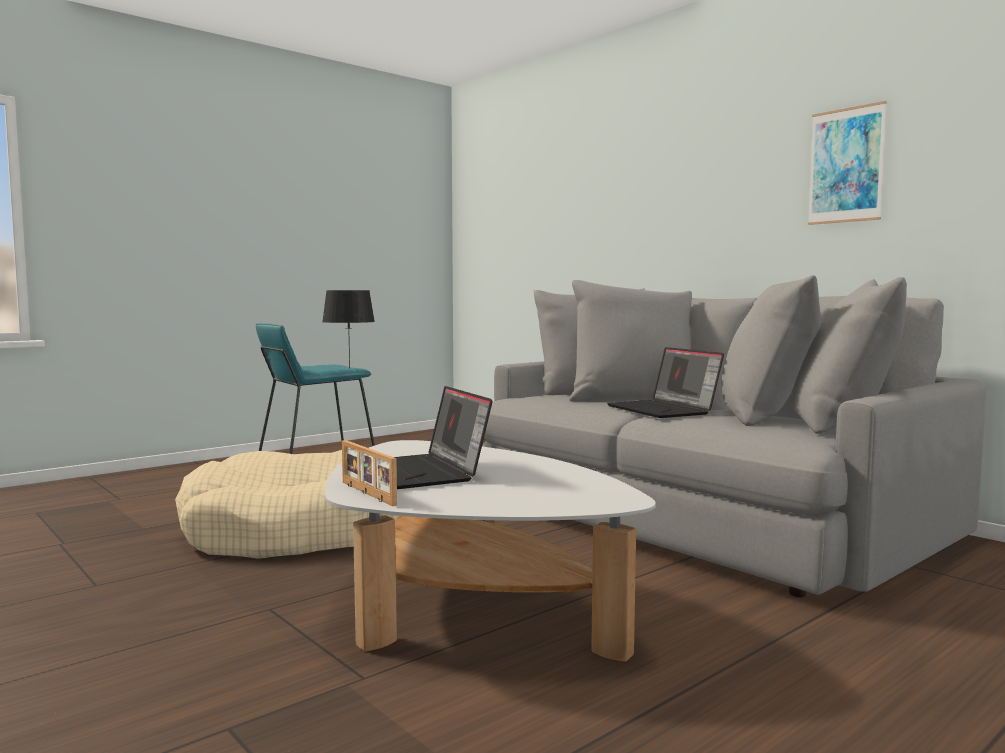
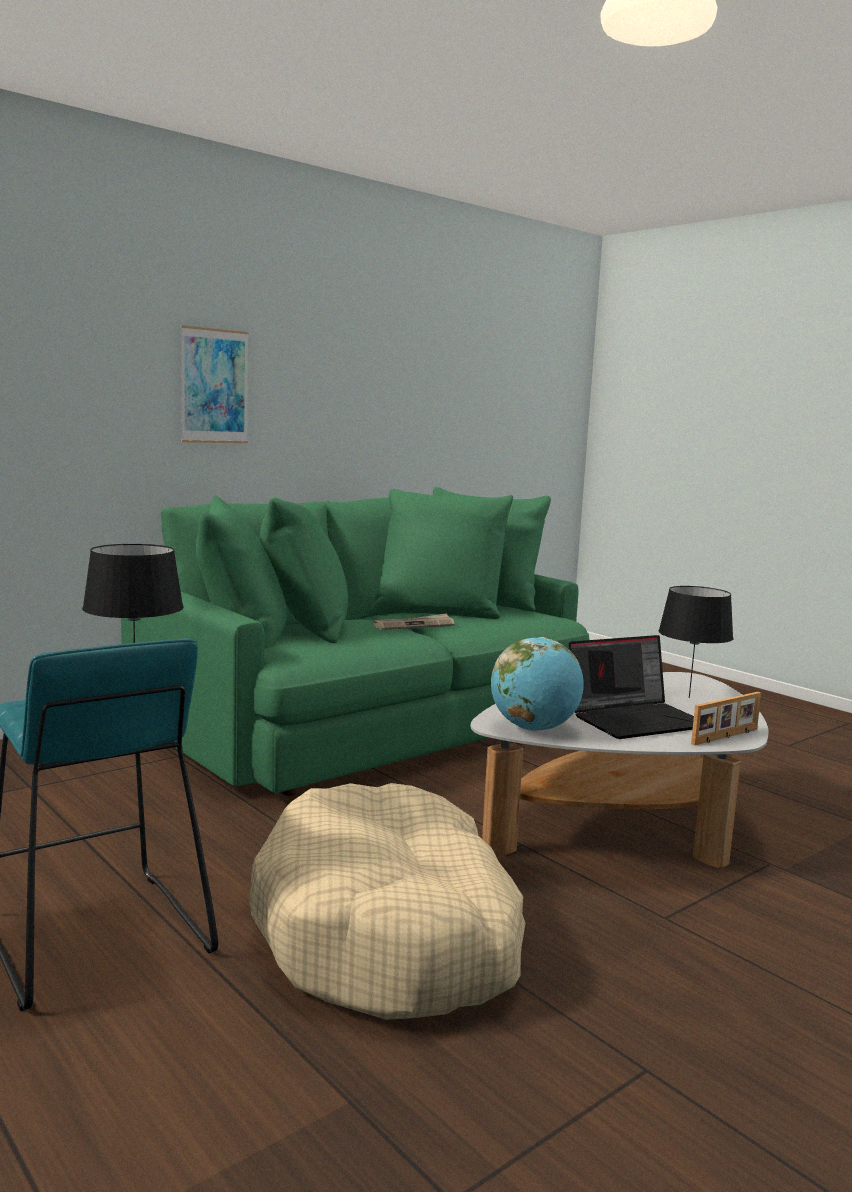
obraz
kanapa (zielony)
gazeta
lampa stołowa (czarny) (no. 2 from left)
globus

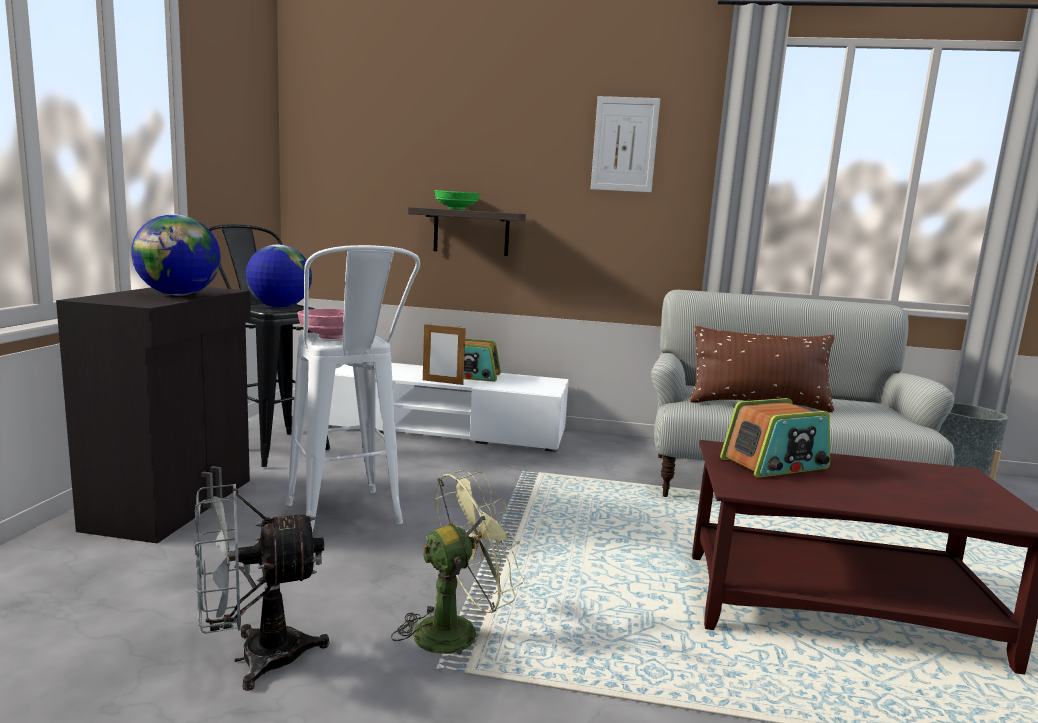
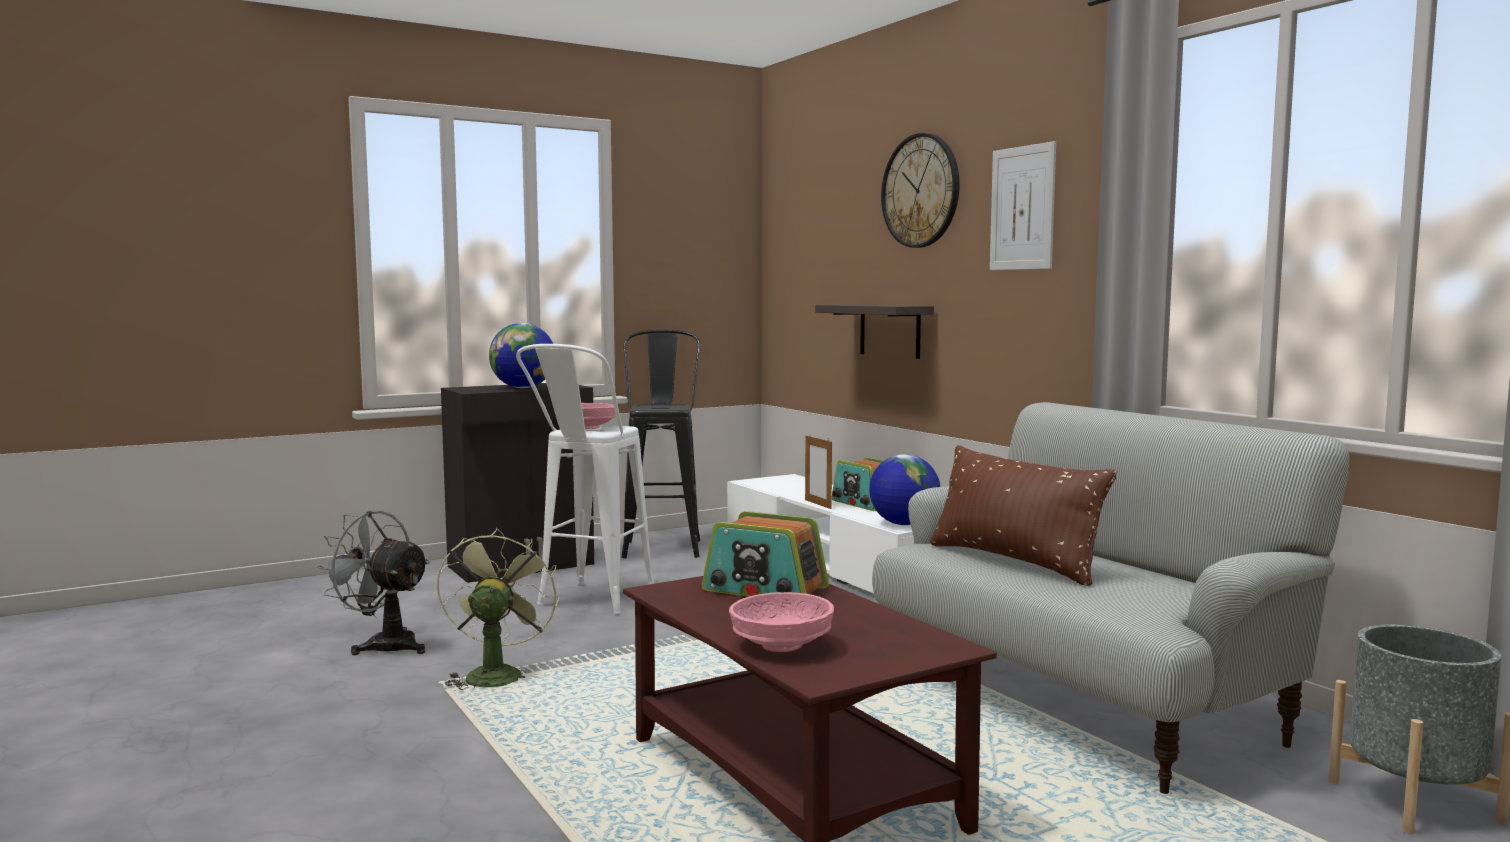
miska (zielony)
globus (no. 2 from left)
wentylator (zielony)
zegar ścienny
miska (różowy) (no. 2 from left)

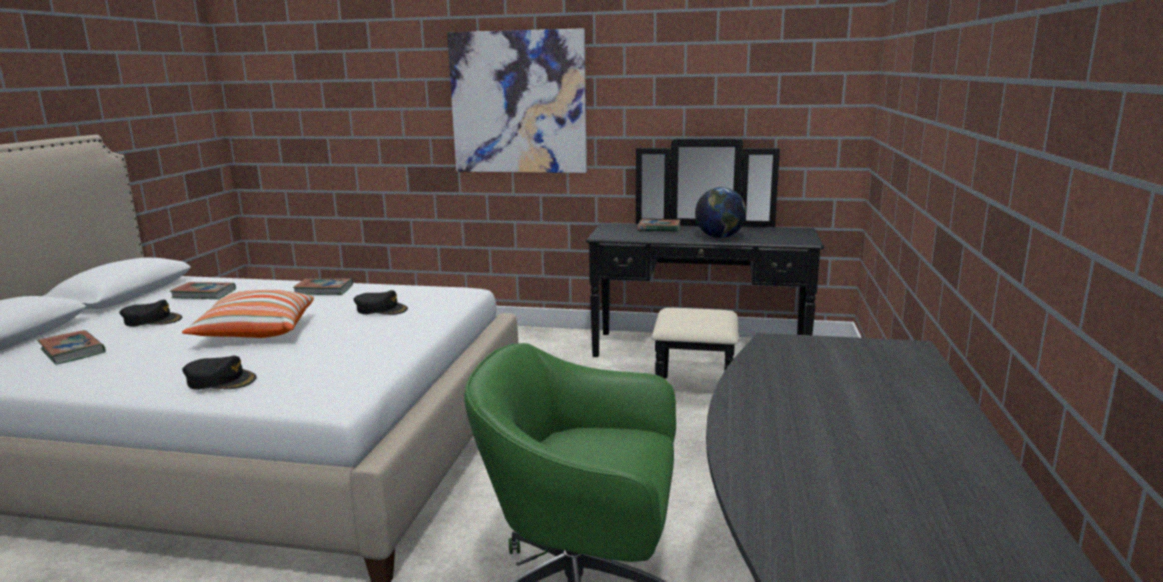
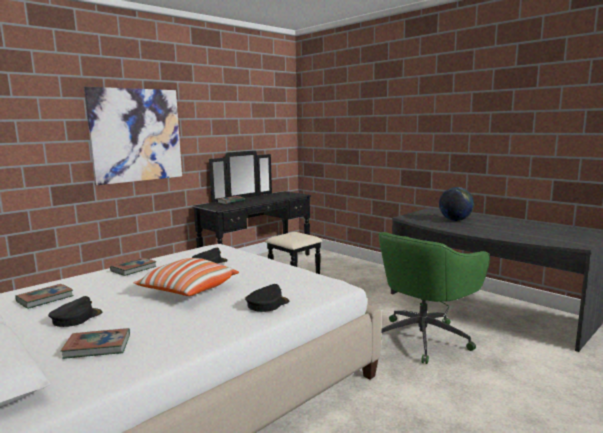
globus

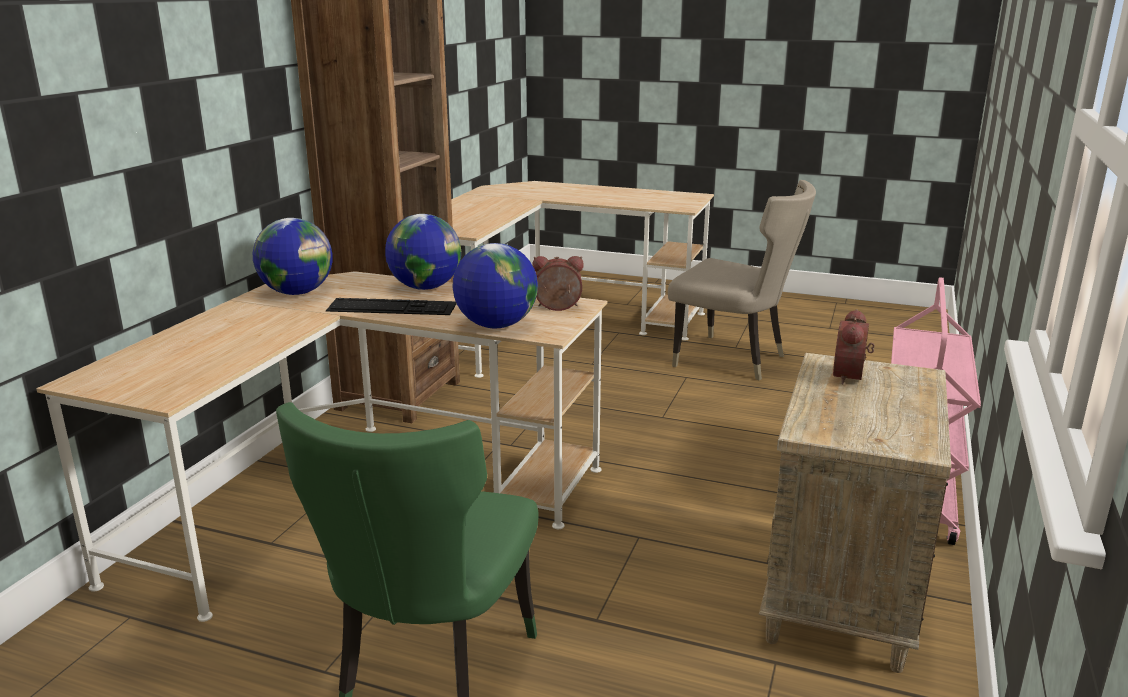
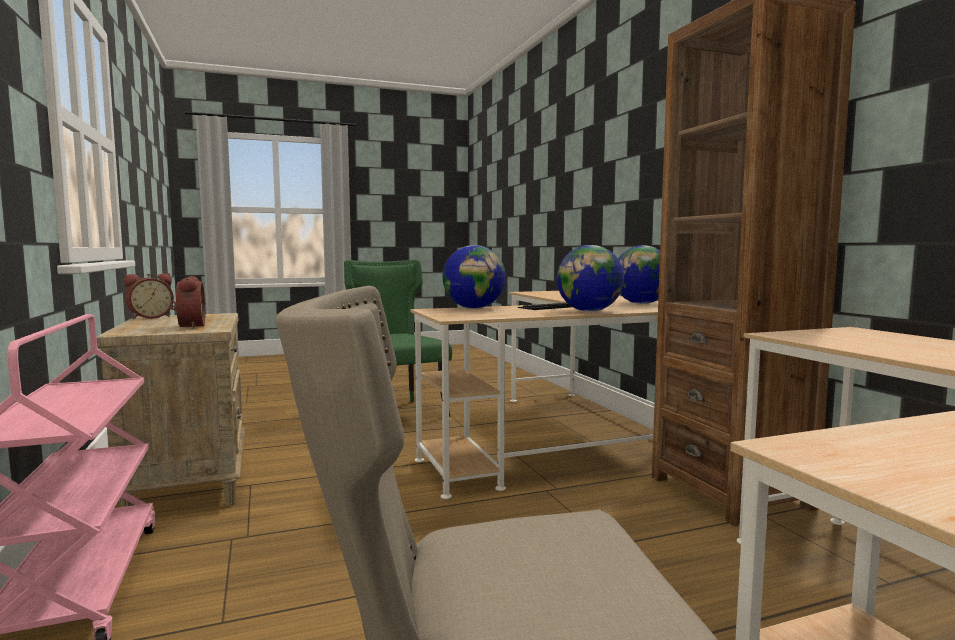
budzik (no. 1 from left)

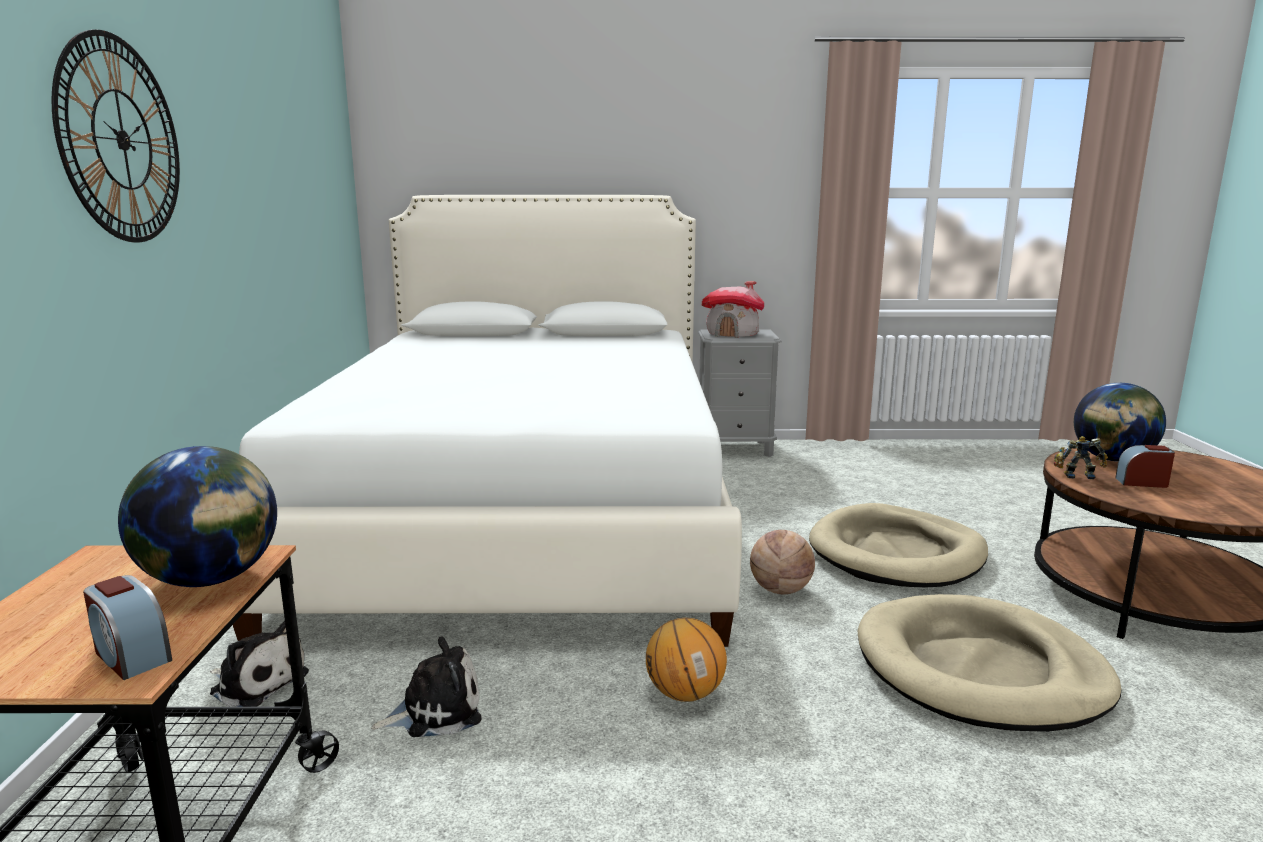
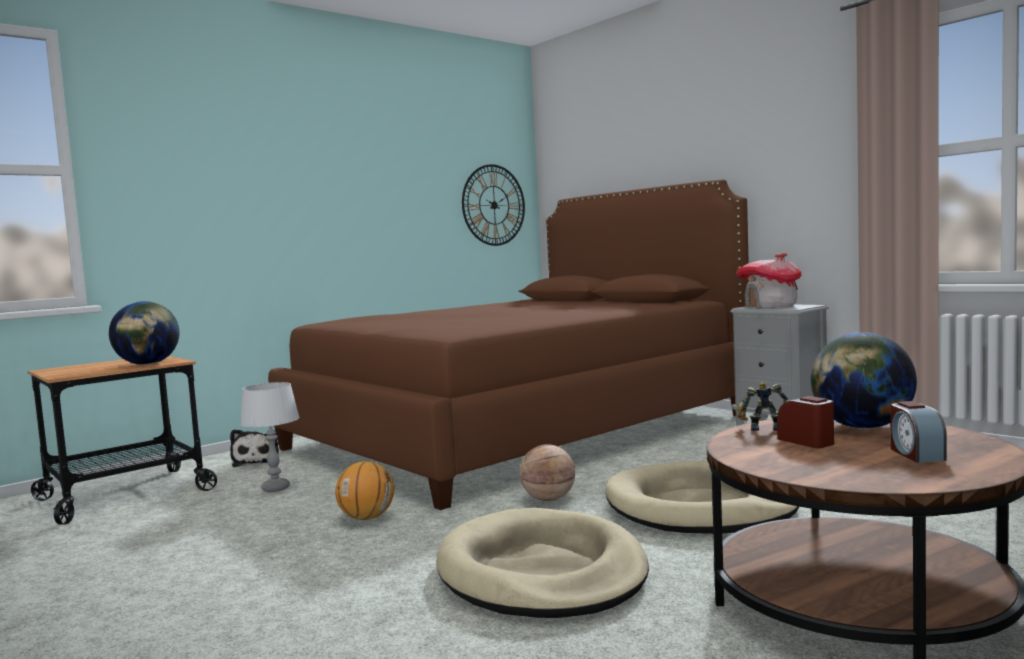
zegar ścienny
łóżko (brązowy)
robot zabawkowy
budzik (no. 2 from left)
lampa stołowa (szary)

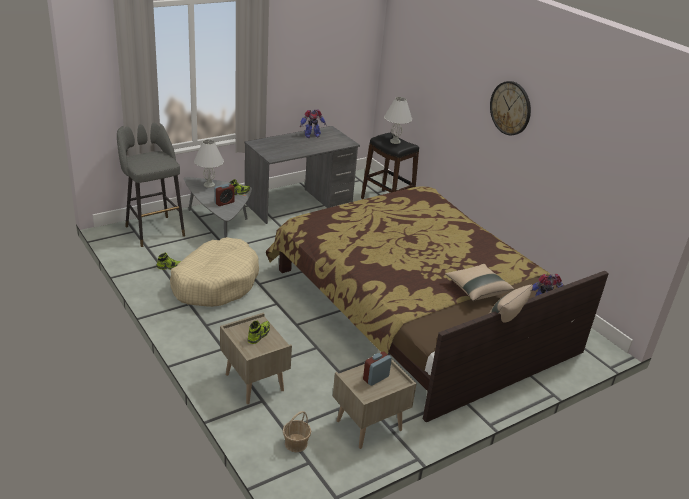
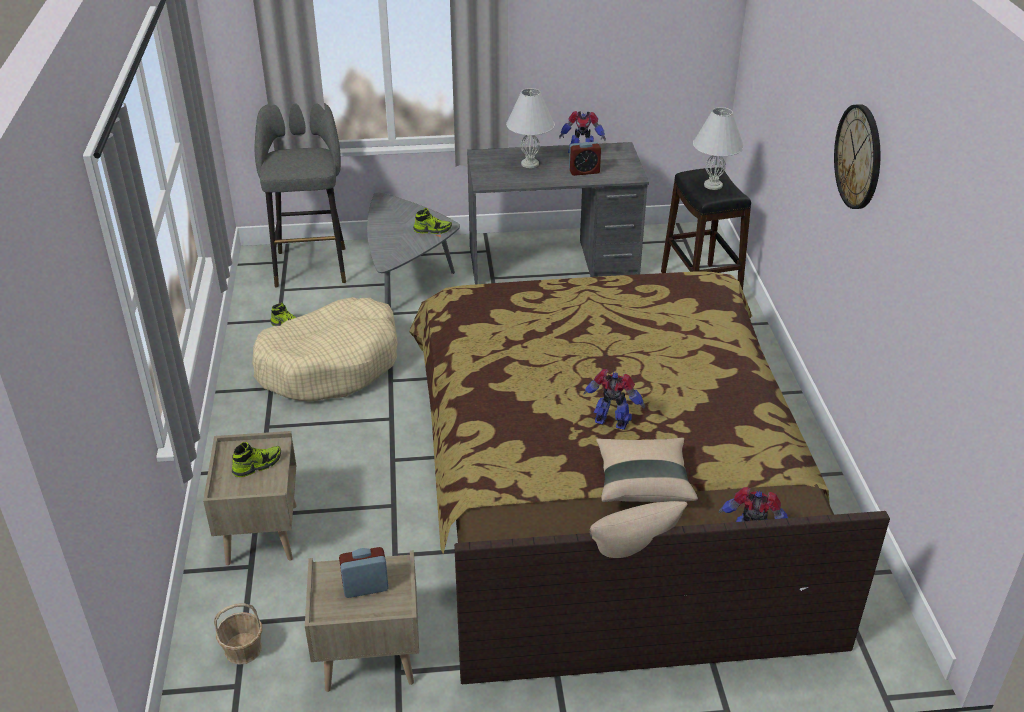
lampa stołowa (biały) (no. 1 from left)
budzik (no. 2 from left)
robot zabawkowy (no. 2 from left)

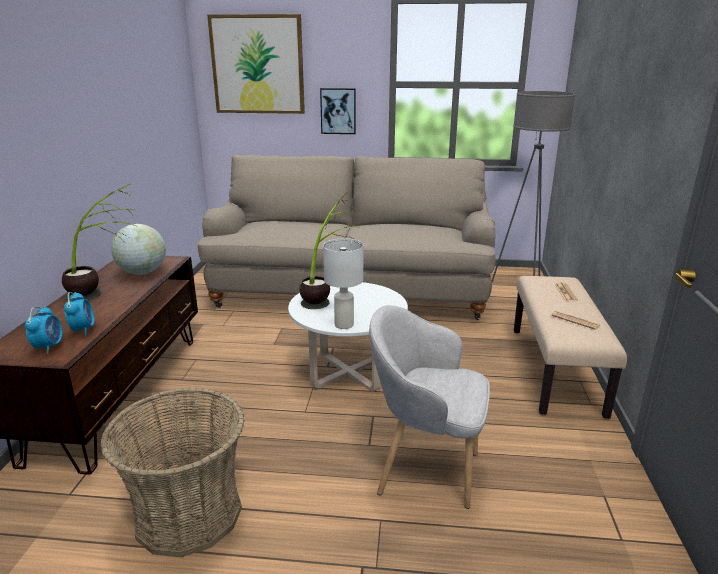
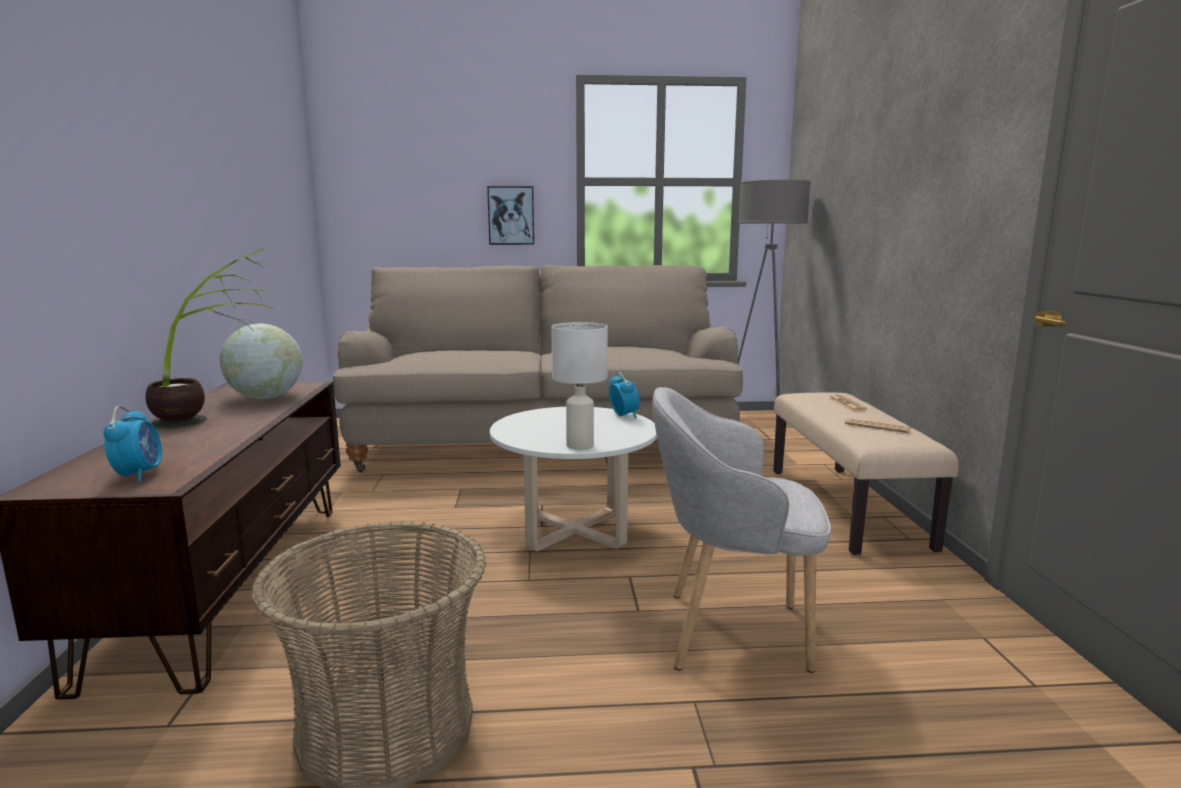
obraz (no. 1 from left in the first image)
roślina doniczkowa (no. 2 from left in the first image)
budzik (no. 2 from left)

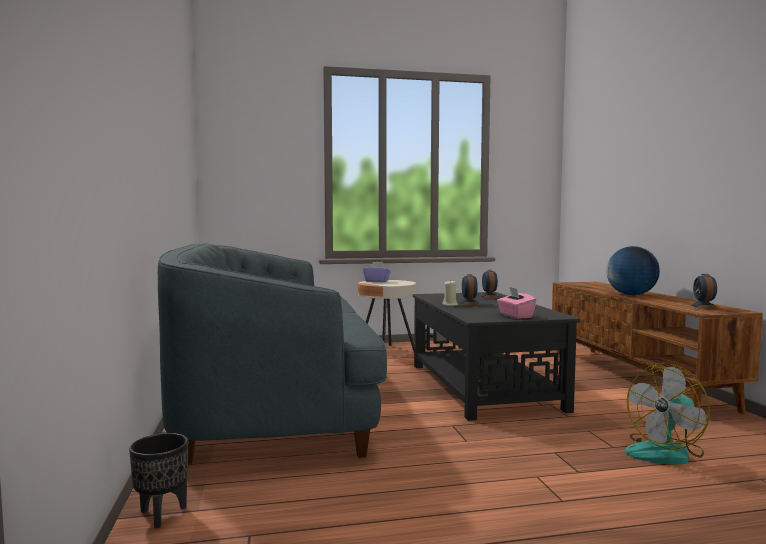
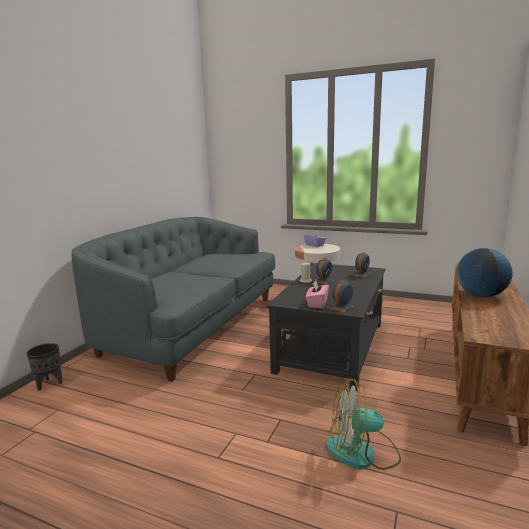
budzik (no. 2 from left)

